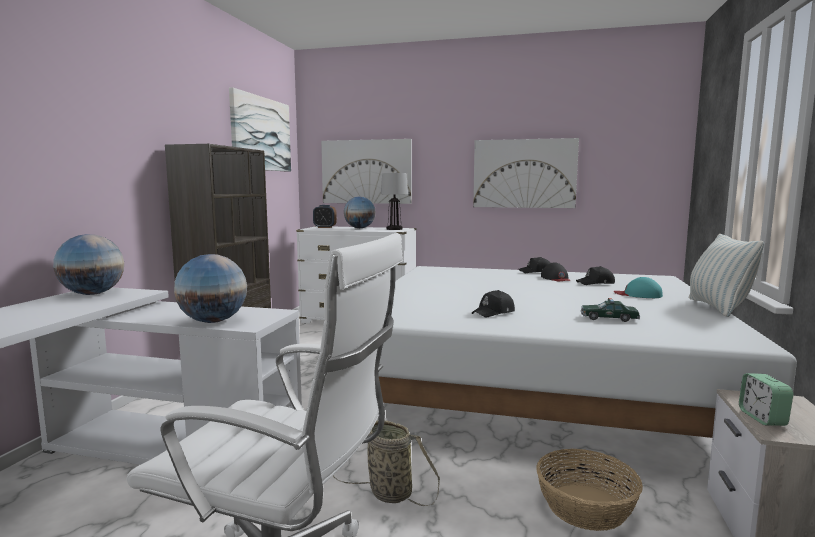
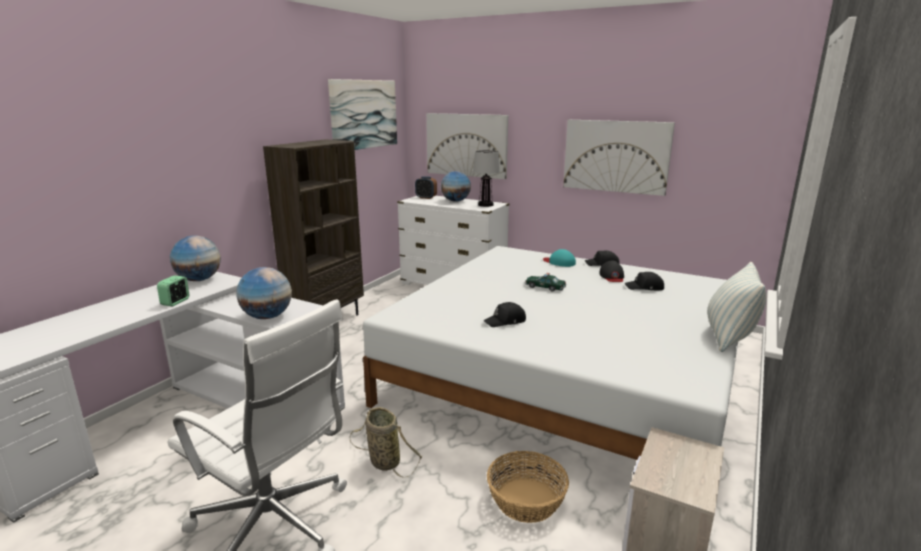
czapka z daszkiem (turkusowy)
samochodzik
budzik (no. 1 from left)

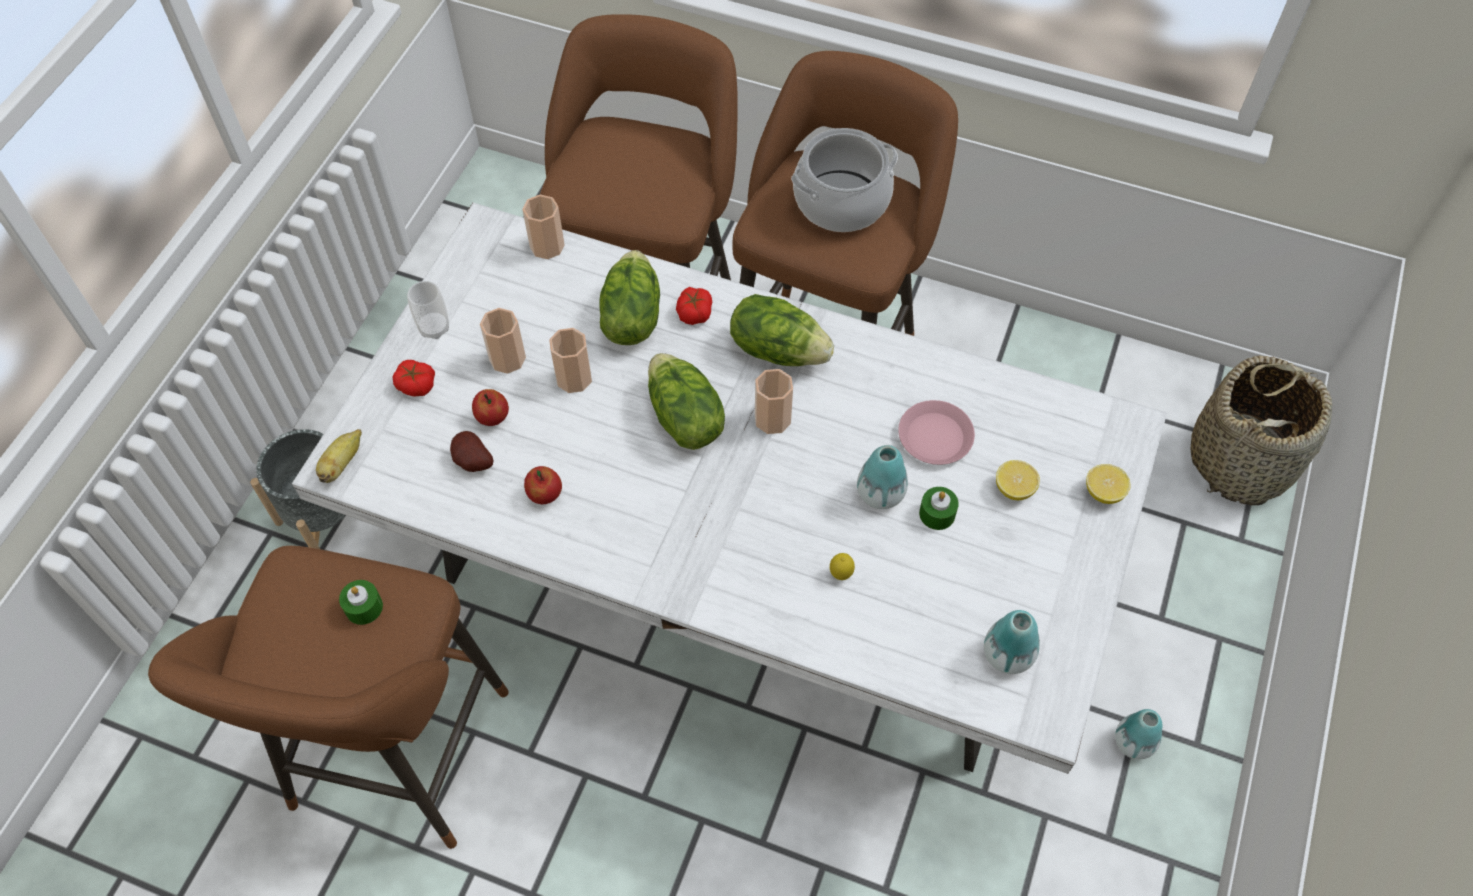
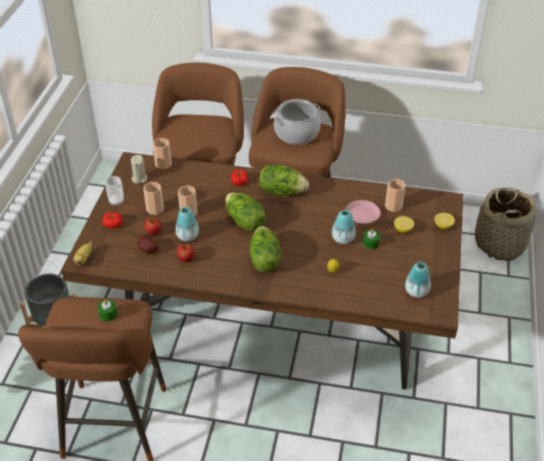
stół jadalny (brązowy)
sałata (no. 2 from left)
filiżanka (no. 5 from left)
wazon (no. 1 from left)
świeca (beżowy)

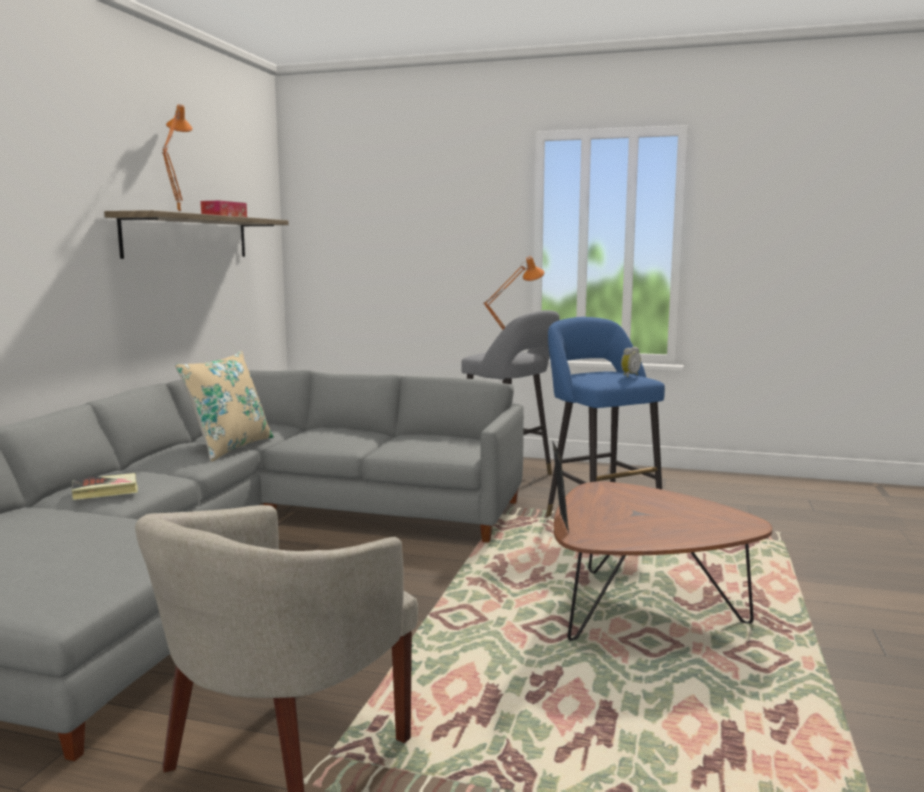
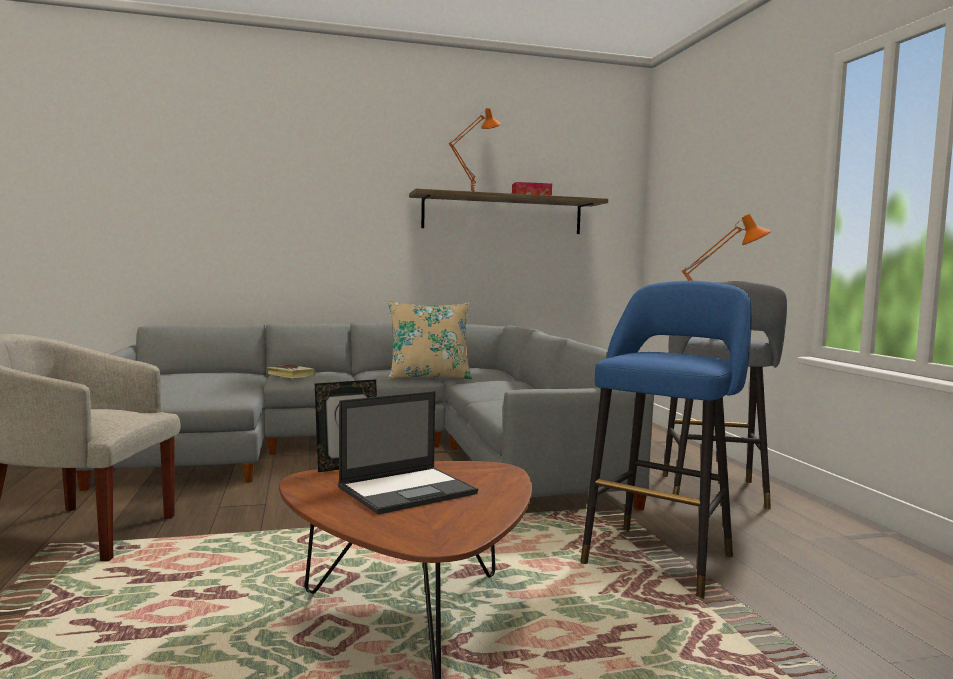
budzik
laptop

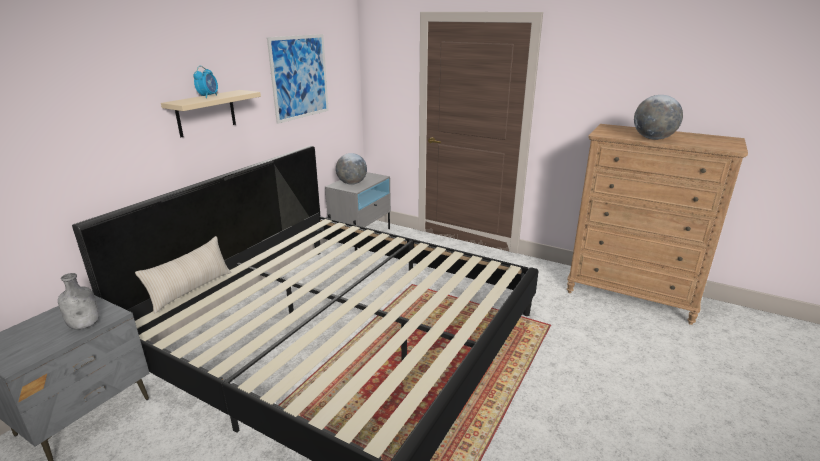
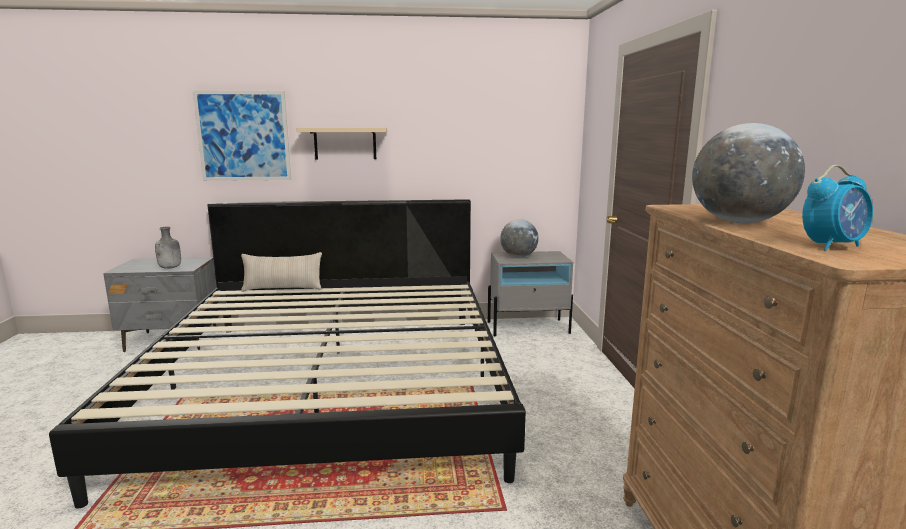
obraz
budzik

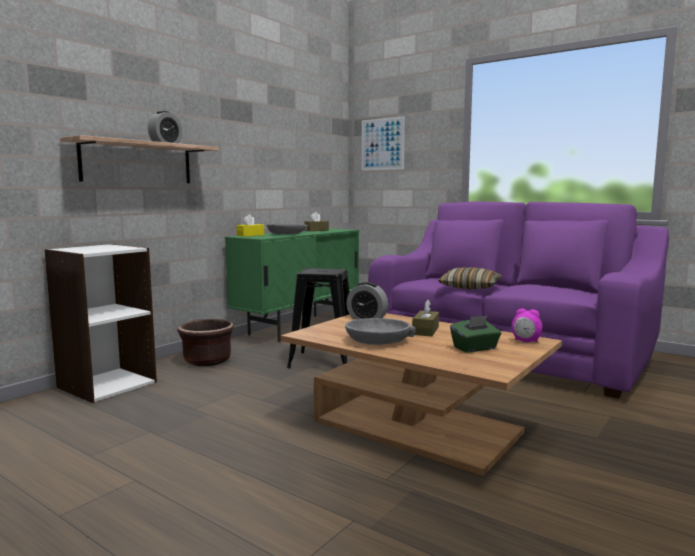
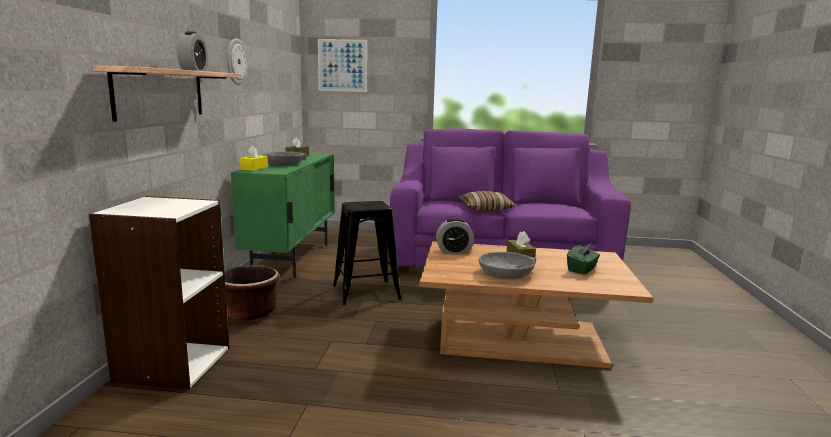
budzik (no. 3 from left in the first image)
zegar ścienny

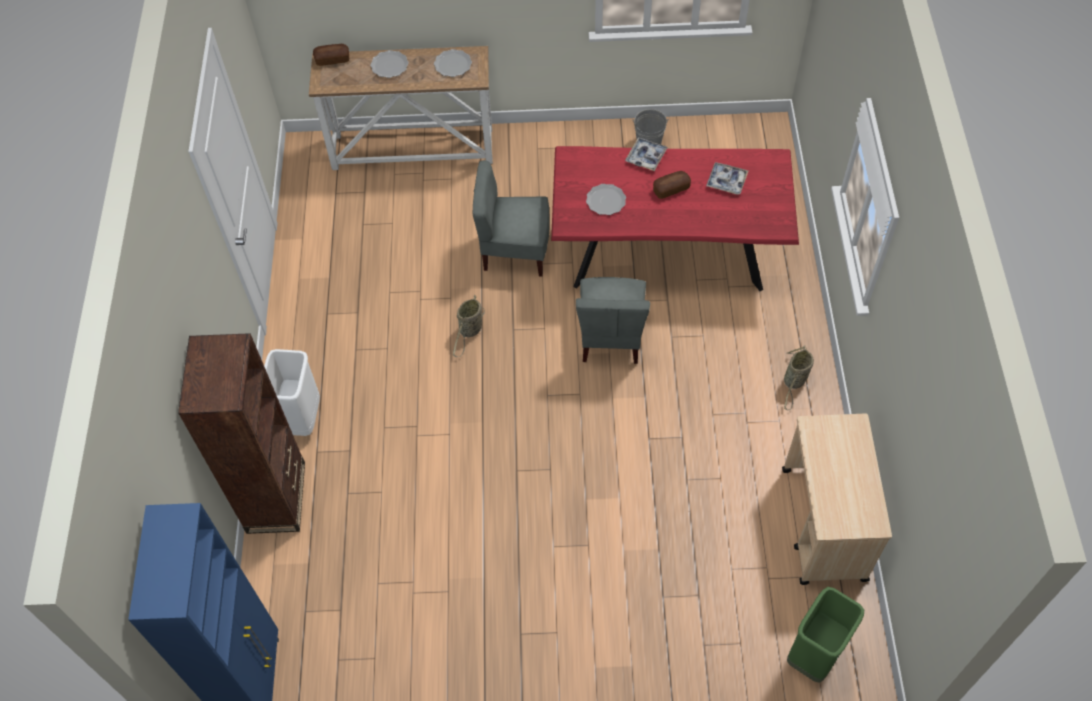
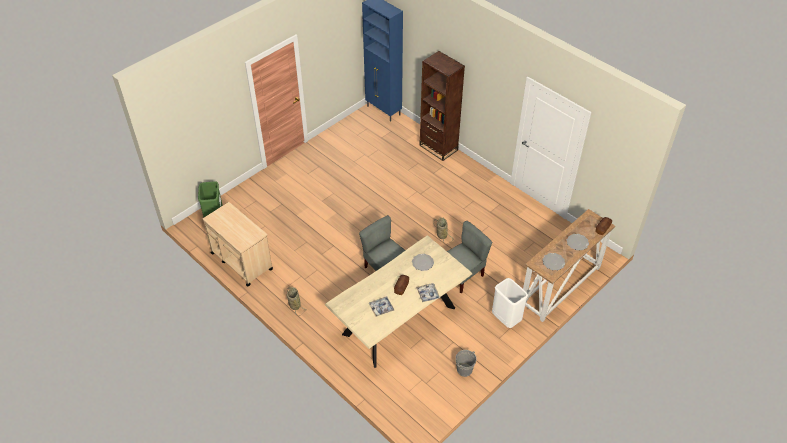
stół jadalny (beżowy)
kosz na śmieci (biały)

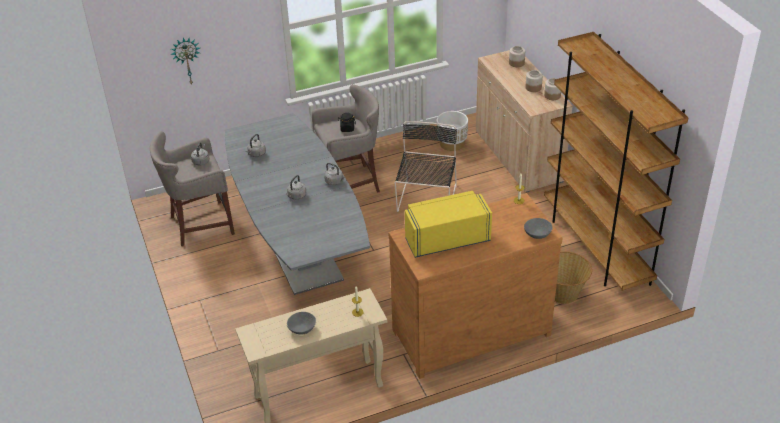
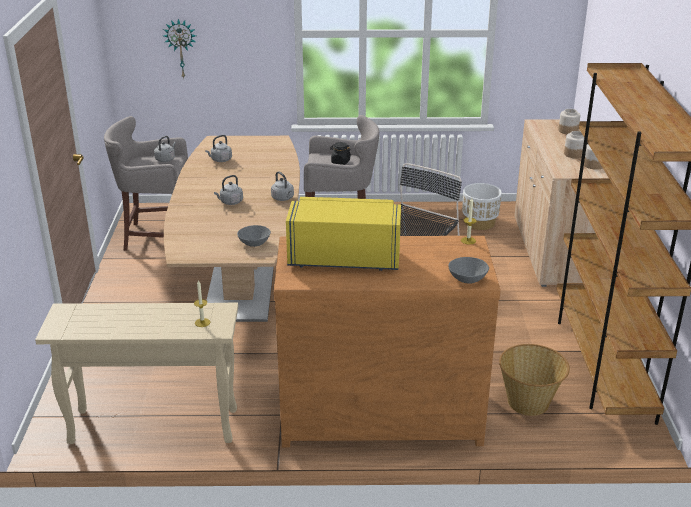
stół jadalny (brązowy)
miska (szary) (no. 1 from left)

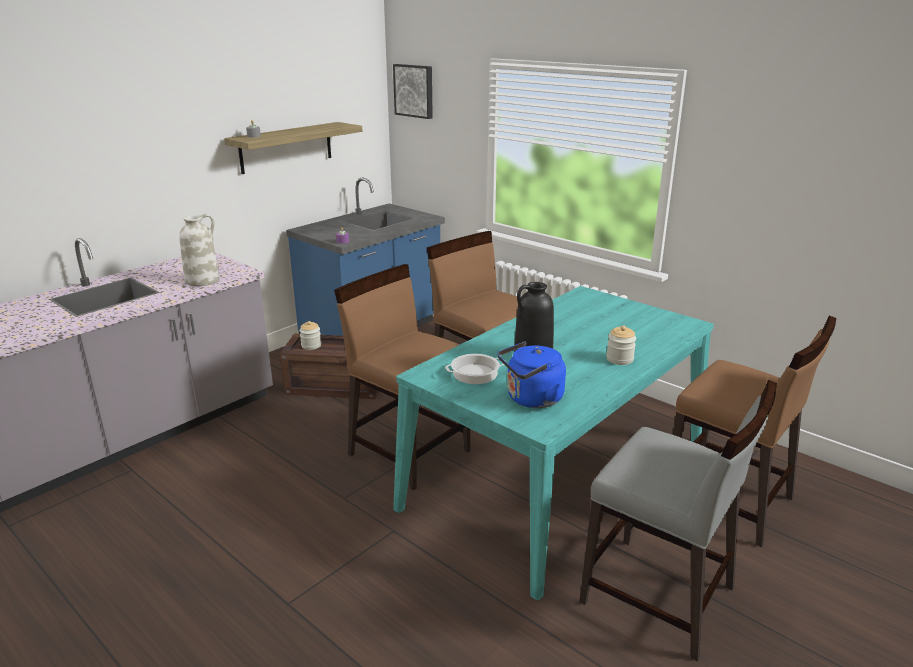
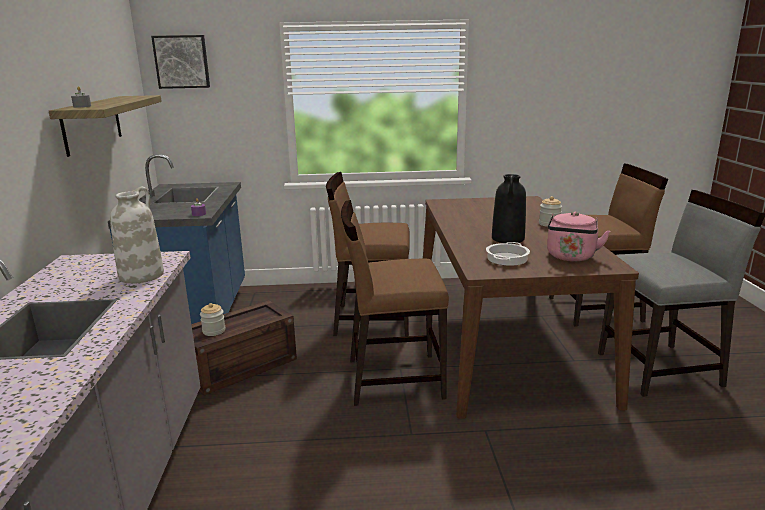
stół jadalny (brązowy)
czajnik (różowy)

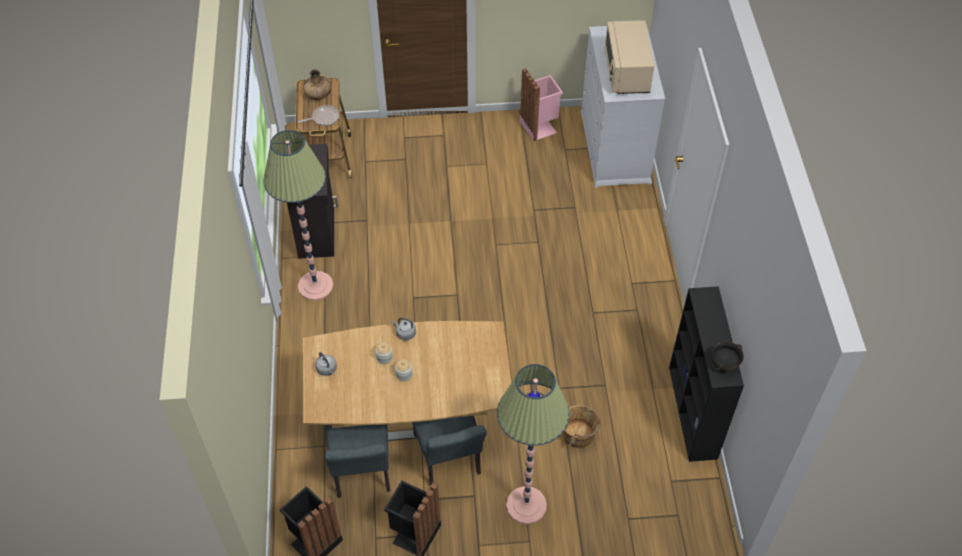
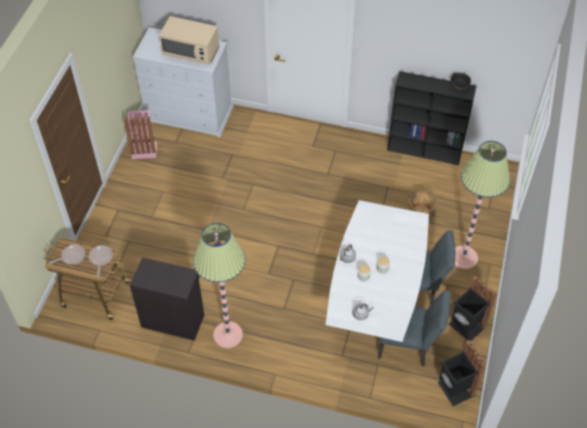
patelnia (no. 1 from left)
stół jadalny (biały)

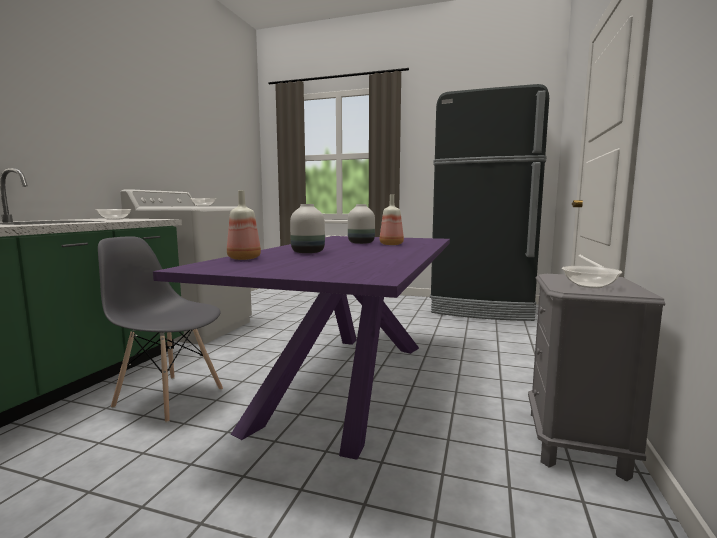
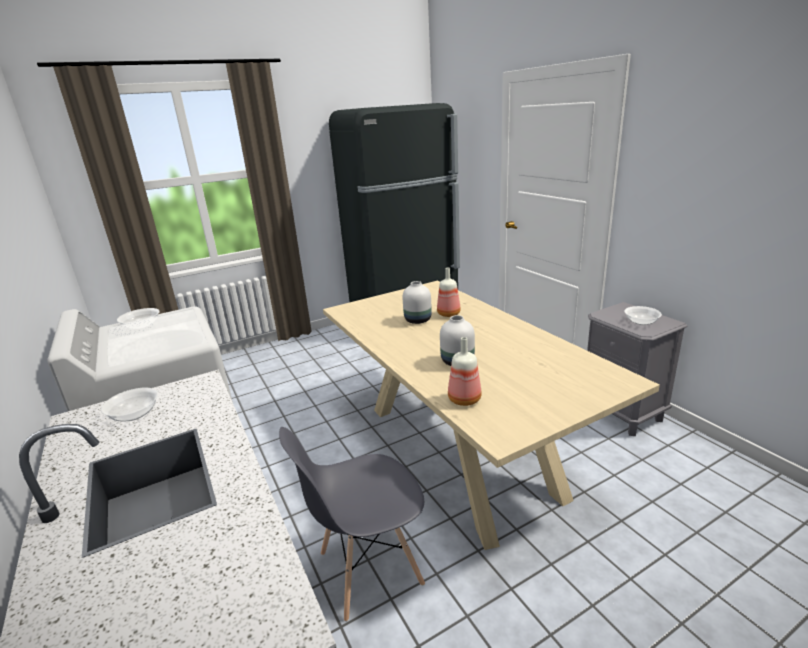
stół jadalny (beżowy)

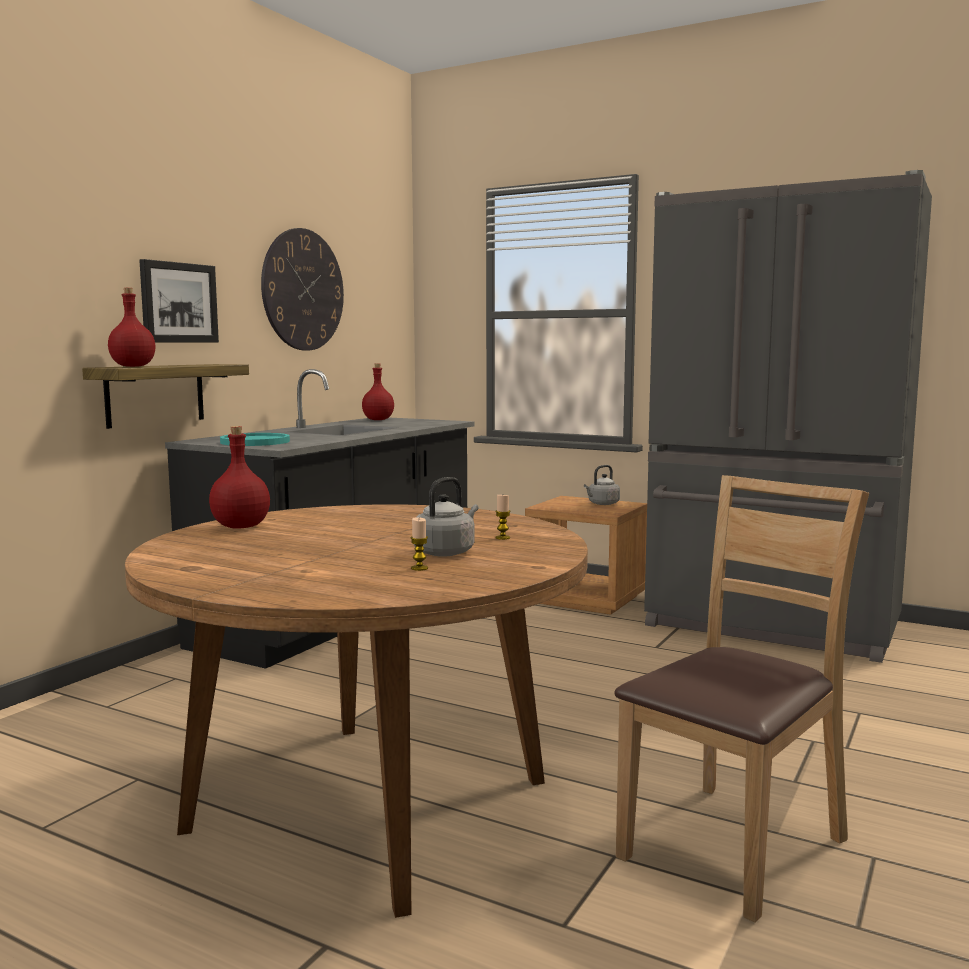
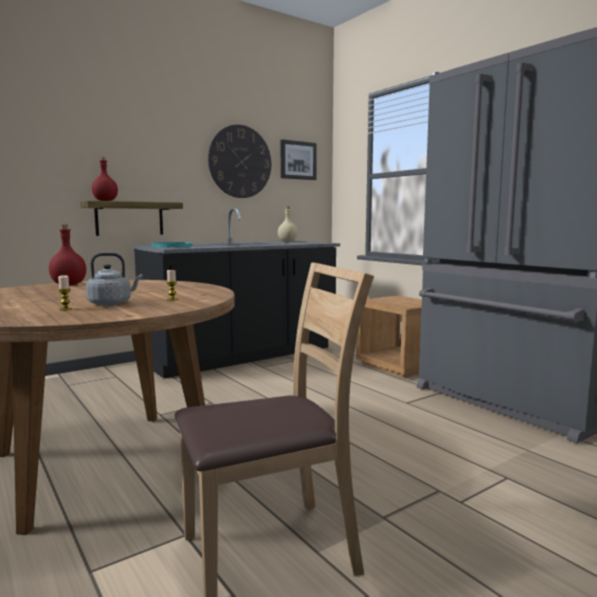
obraz
butelka (beżowy)
czajnik (szary) (no. 2 from left in the first image)

